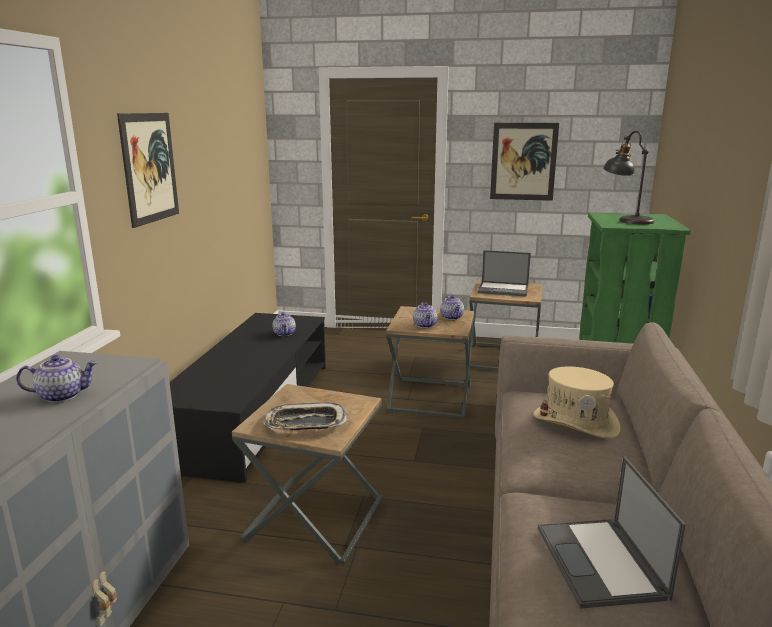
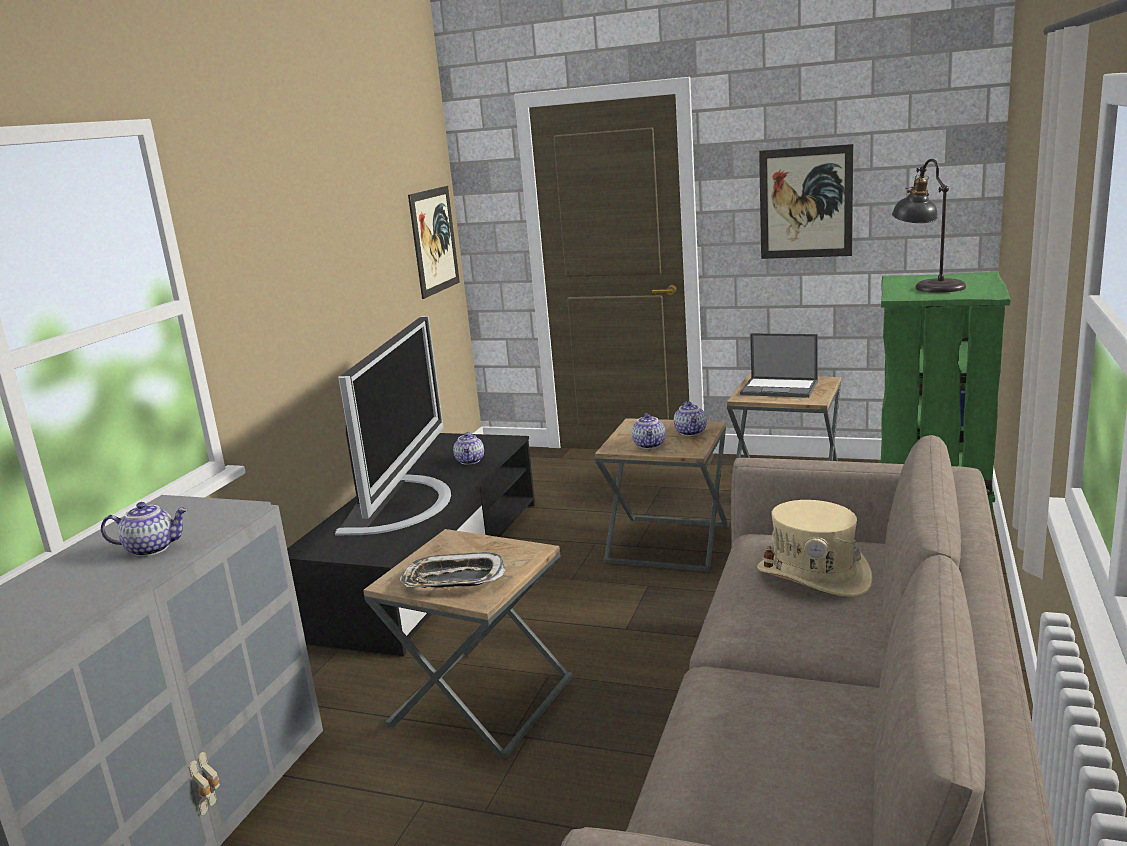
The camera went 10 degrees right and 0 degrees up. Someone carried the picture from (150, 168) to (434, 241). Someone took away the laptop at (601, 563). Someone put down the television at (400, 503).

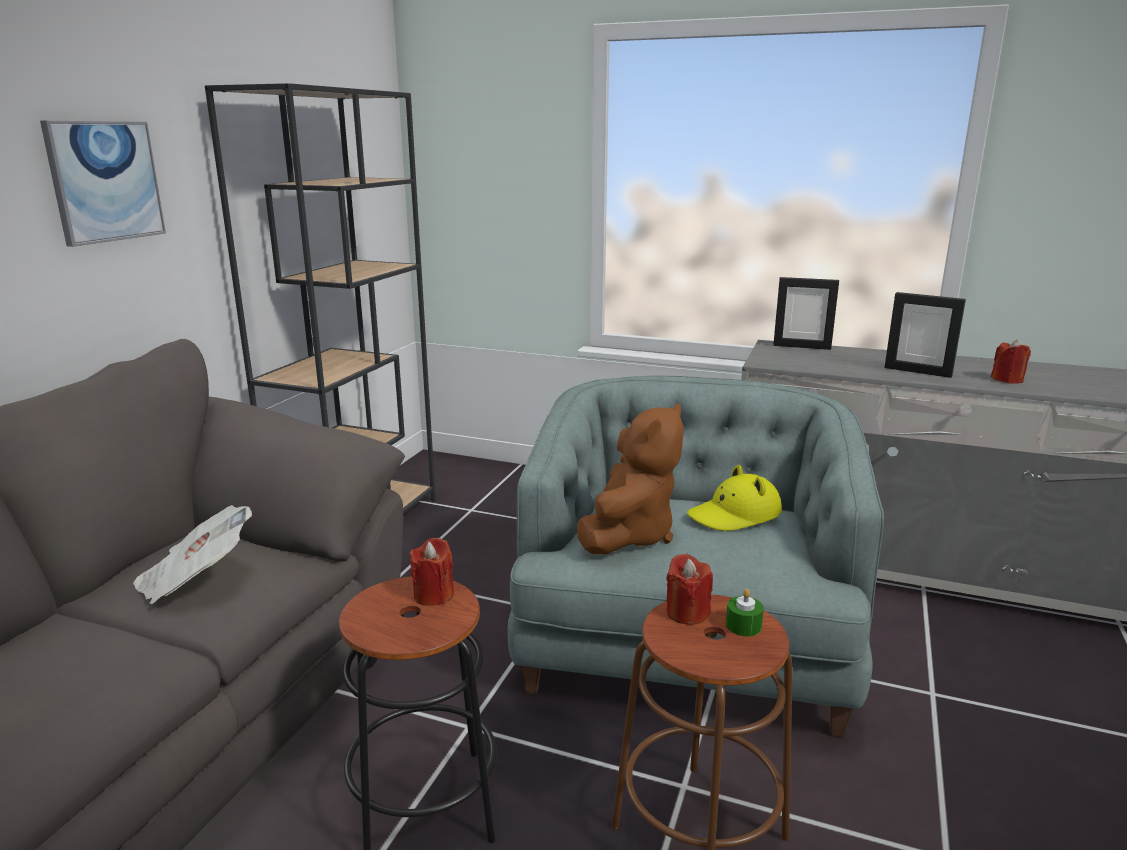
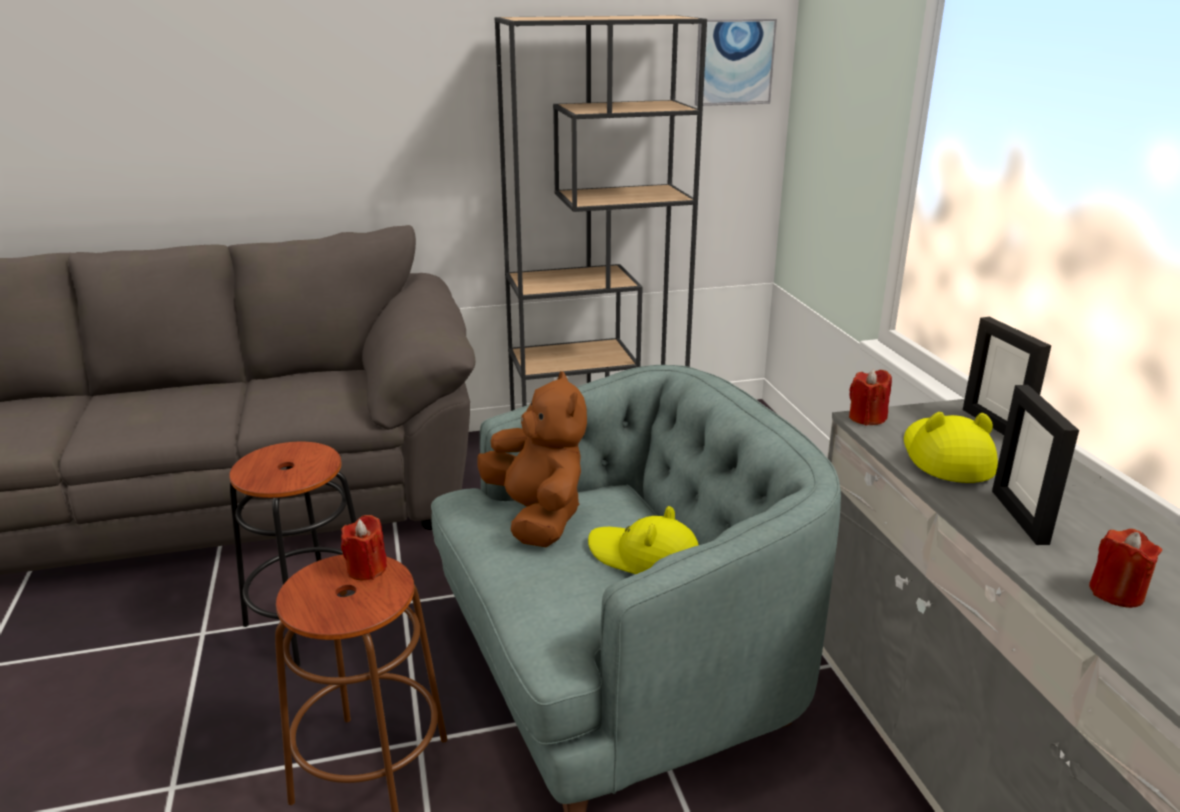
The camera went 55 degrees right and 5 degrees up. Someone carried the picture from (105, 181) to (734, 62). Someone rotated the plush toy in brown at (629, 535) by 105 degrees counterclockwise. Someone took away the newspaper at (196, 580). Someone carried the candle in red from (434, 595) to (867, 418). Someone took away the candle in green at (743, 625). Someone put down the hat in yellow at (945, 456).

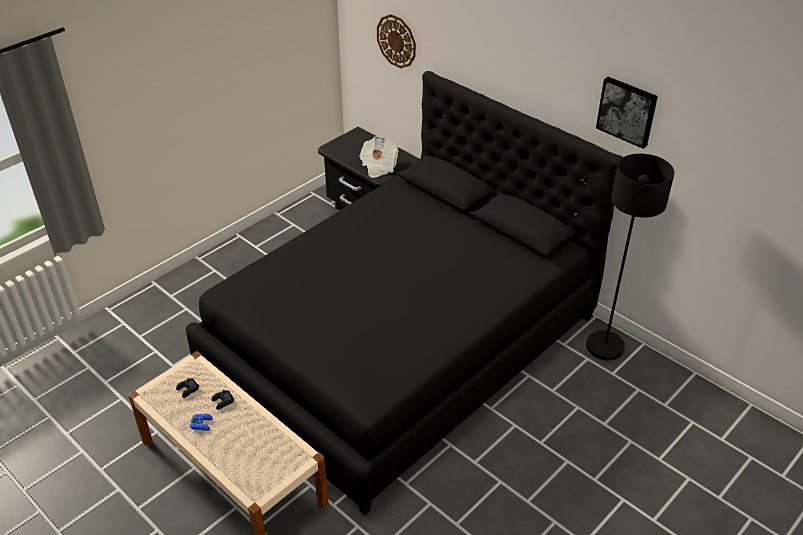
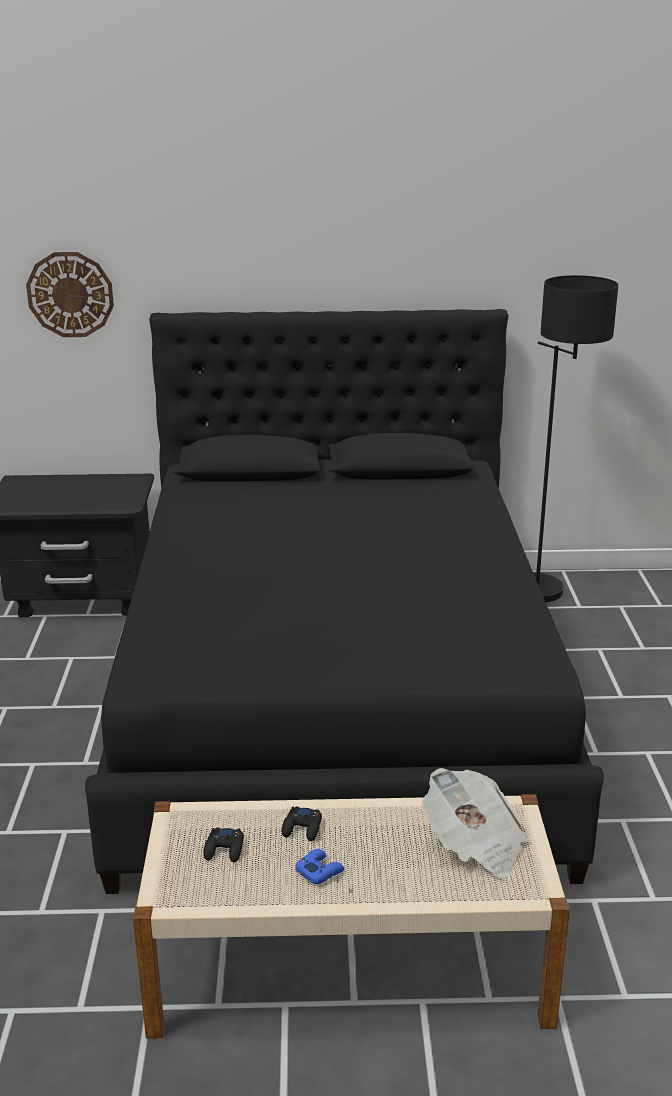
The camera went 45 degrees left and 15 degrees down. Someone took away the picture at (627, 111). Someone carried the newspaper from (378, 166) to (474, 844).

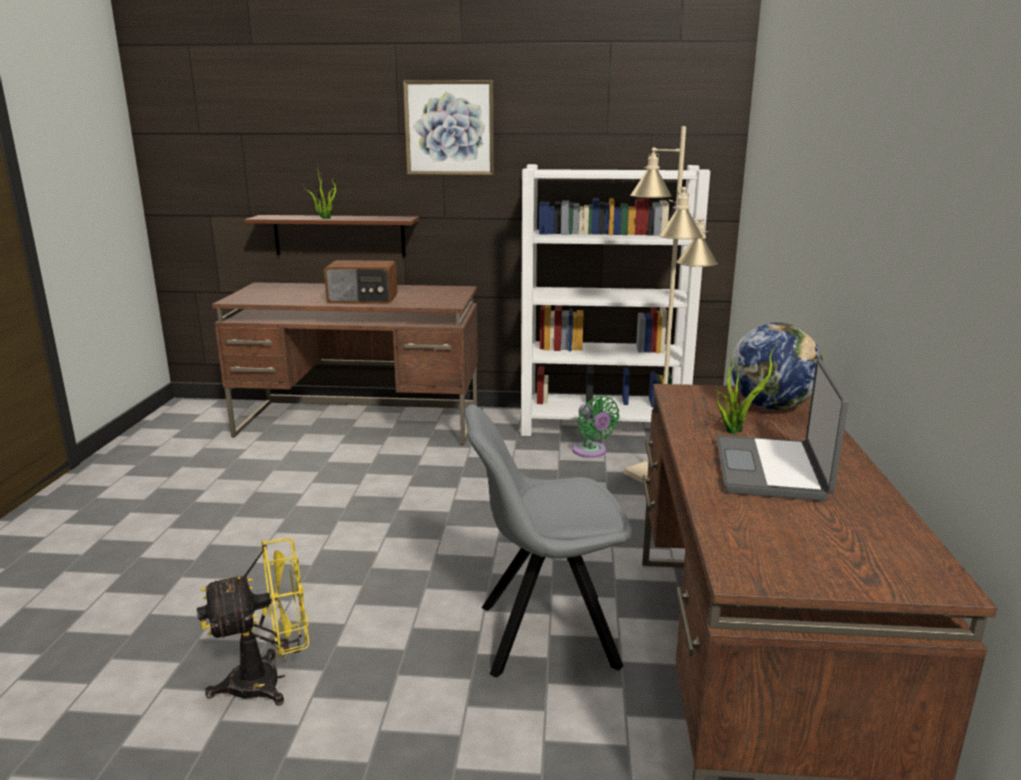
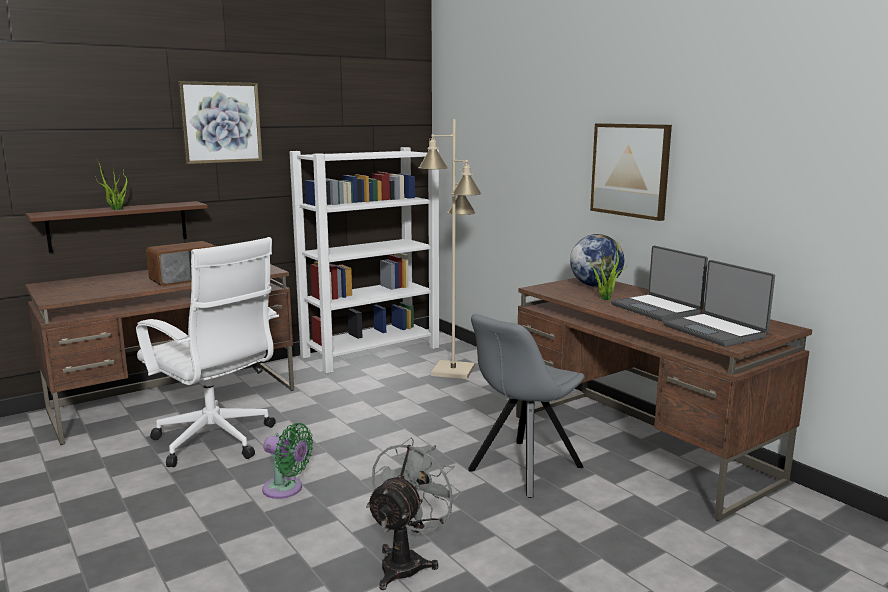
The camera went 40 degrees left and 5 degrees down. Someone carried the fan in green from (591, 452) to (286, 489). Someone repainted the fan in yellow at (269, 680), which became the fan in grey at (407, 562). Someone put up the picture at (630, 170). Someone put down the office chair in white at (217, 442). Someone put down the laptop at (715, 331).

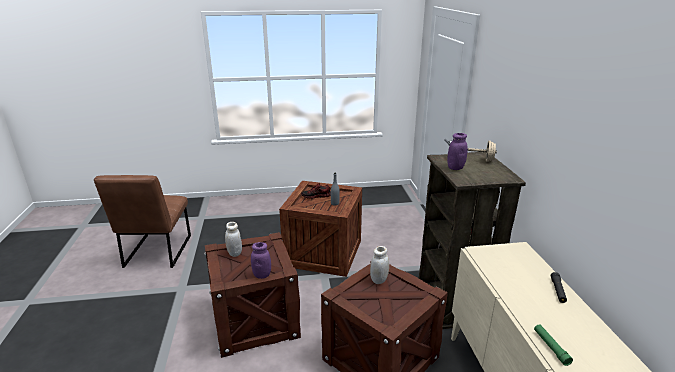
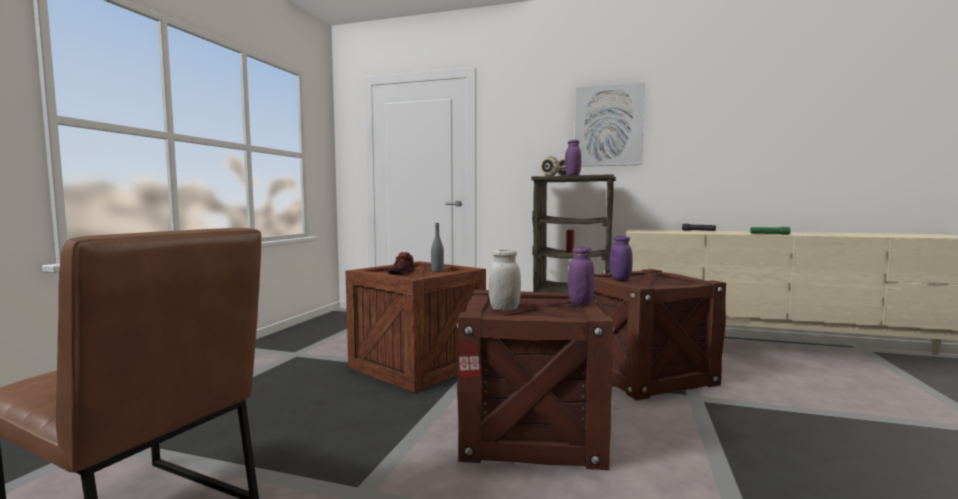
The camera went 65 degrees left and 20 degrees down. Someone repainted the jar in white at (379, 280), which became the jar in purple at (620, 278). Someone put up the picture at (608, 126).

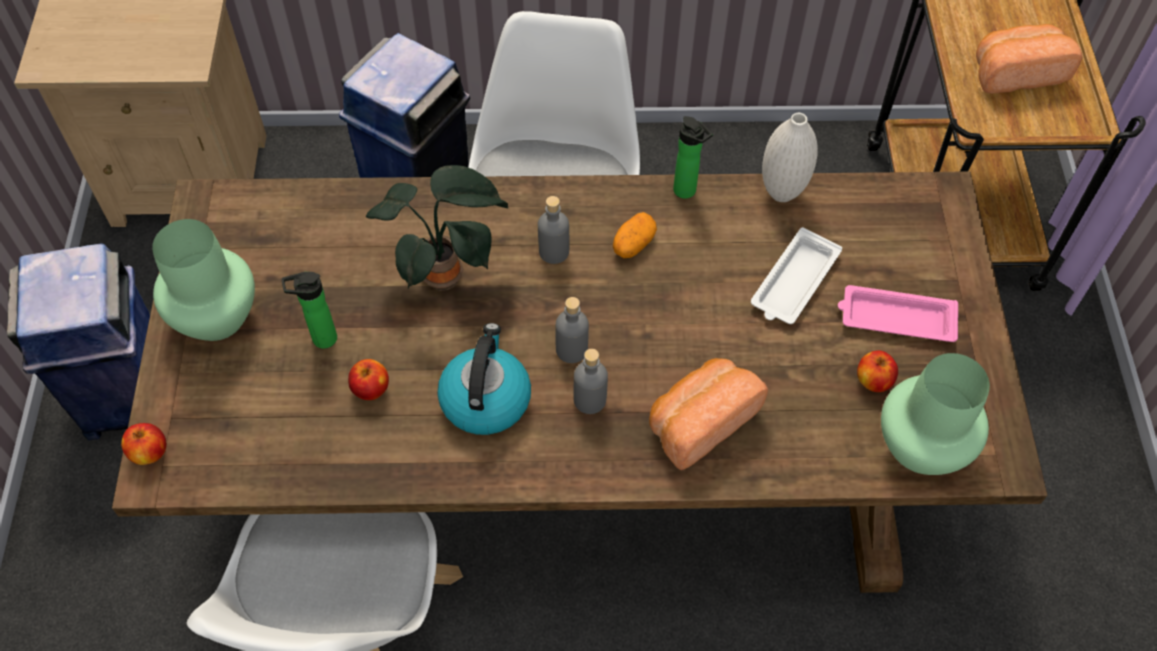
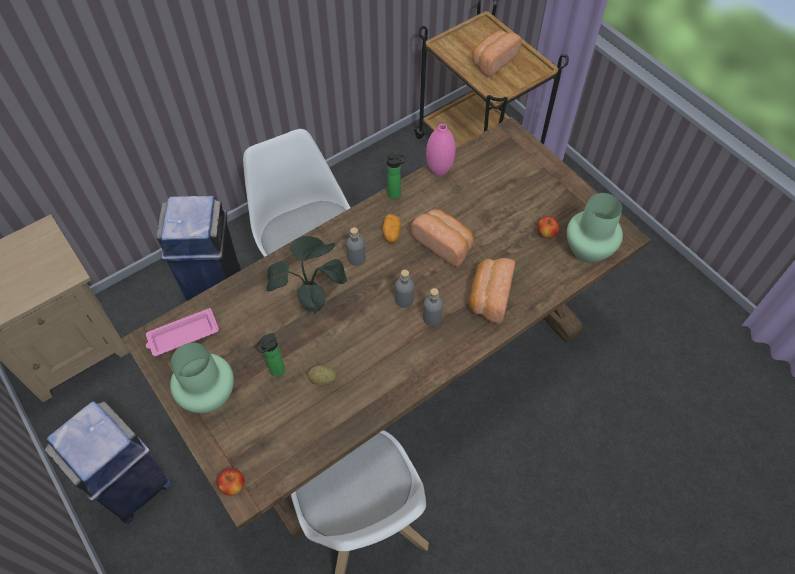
The camera went 35 degrees left and 0 degrees up. Someone repainted the vase in white at (781, 193), which became the vase in pink at (439, 170). Someone took away the tray in white at (794, 282). Someone carried the tray in pink from (895, 318) to (182, 335). Someone took away the kettle at (485, 398). Someone swapped the apple at (371, 389) for the potato at (323, 379). Someone put down the bread at (444, 243).

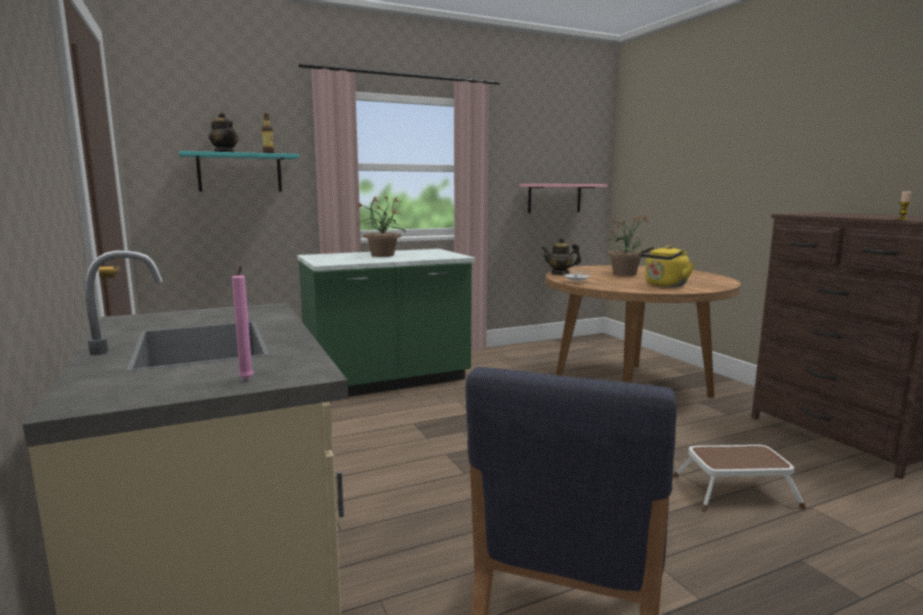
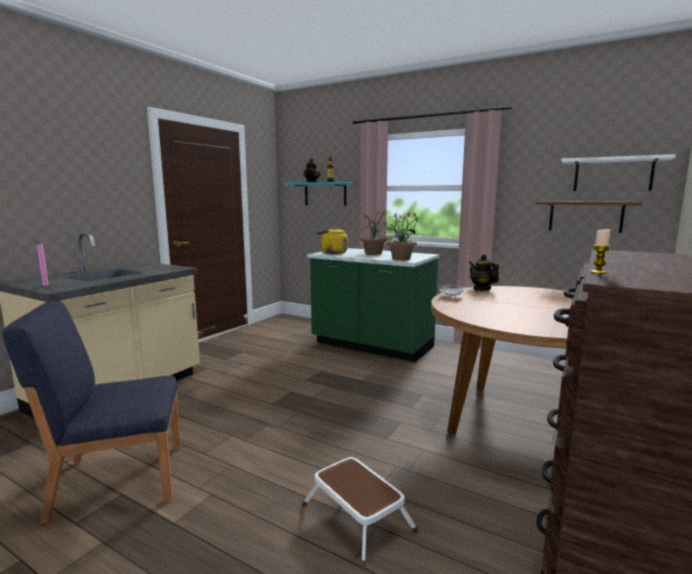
The camera went 55 degrees right and 0 degrees up. Someone repainted the shelf in pink at (554, 198), which became the shelf in brown at (585, 216). Someone carried the potted plant from (625, 274) to (401, 259). Someone carried the kettle in yellow from (664, 285) to (332, 253). Someone put up the shelf in white at (612, 174).

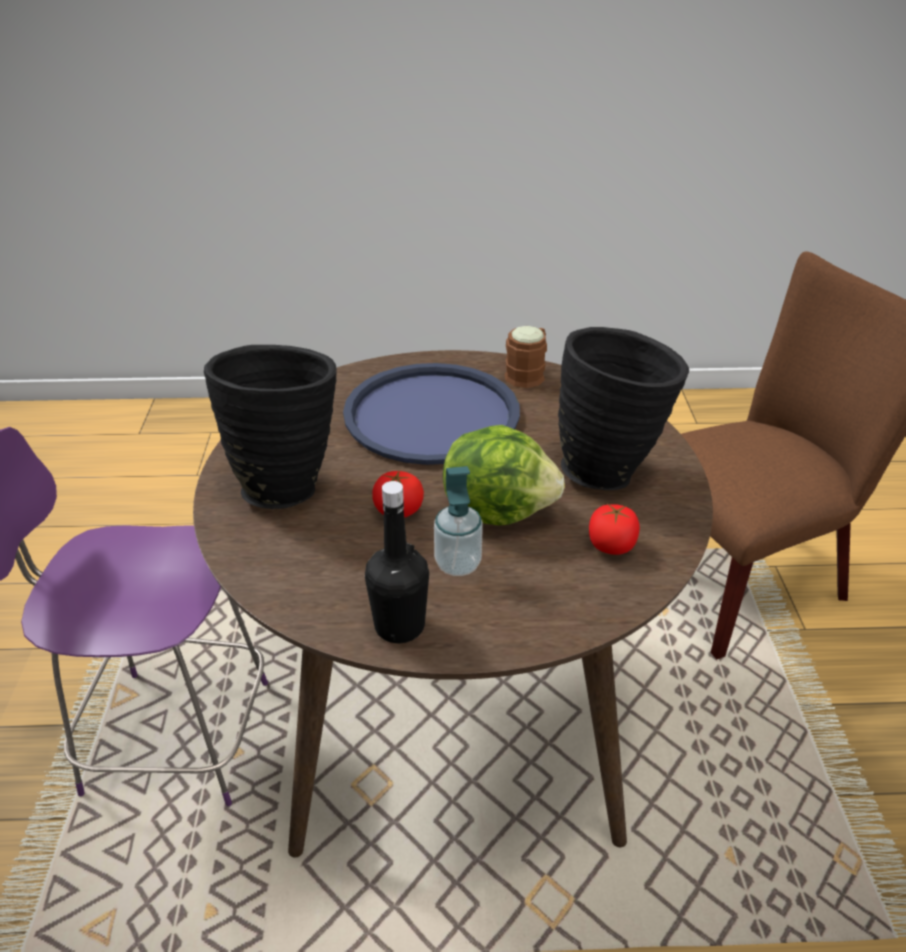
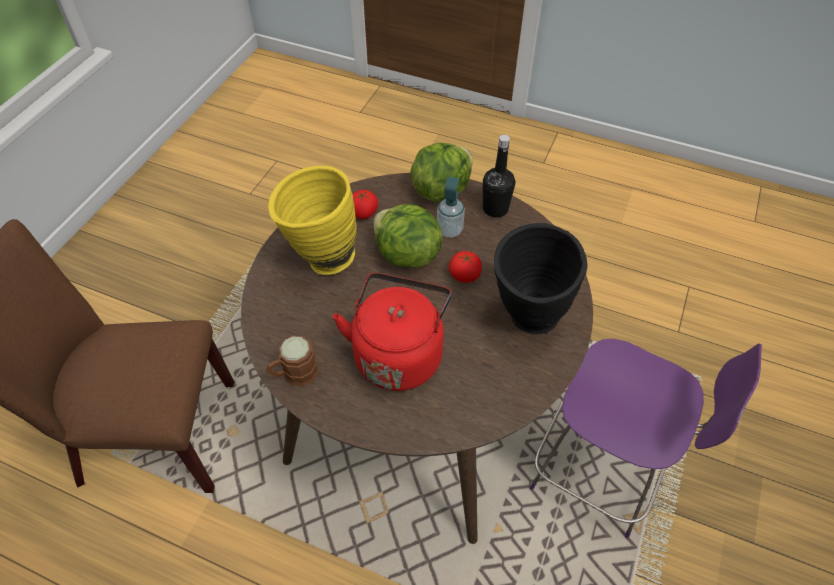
The camera went 155 degrees left and 15 degrees up. Someone repainted the vase in black at (610, 470), which became the vase in yellow at (320, 259). Someone swapped the tray in blue at (432, 415) for the kettle in red at (398, 353). Someone put down the lettuce at (440, 190).

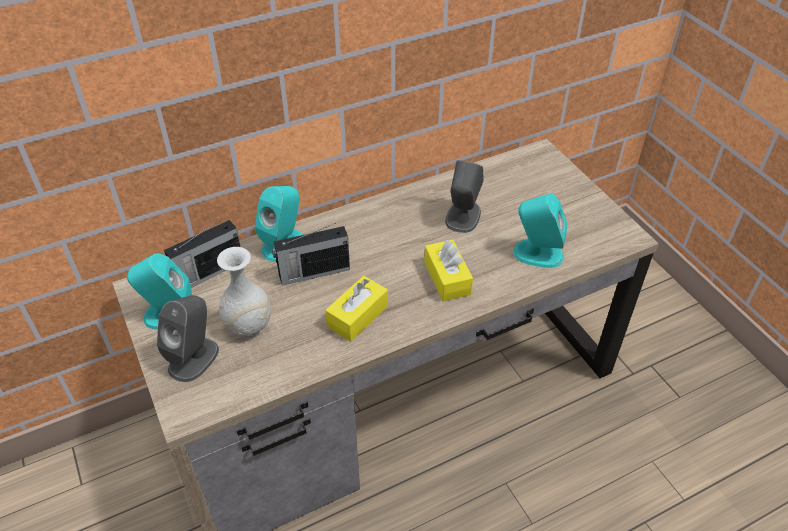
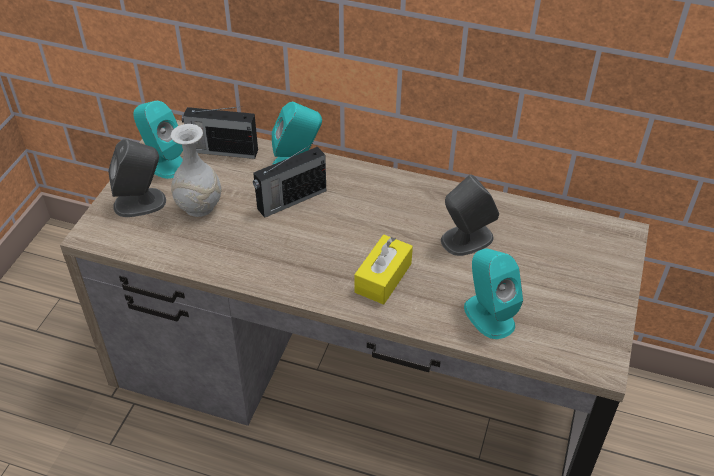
The camera went 45 degrees right and 0 degrees up. Someone rotated the radio at (313, 272) by 60 degrees counterclockwise. Someone took away the tissue box in yellow at (357, 316).

